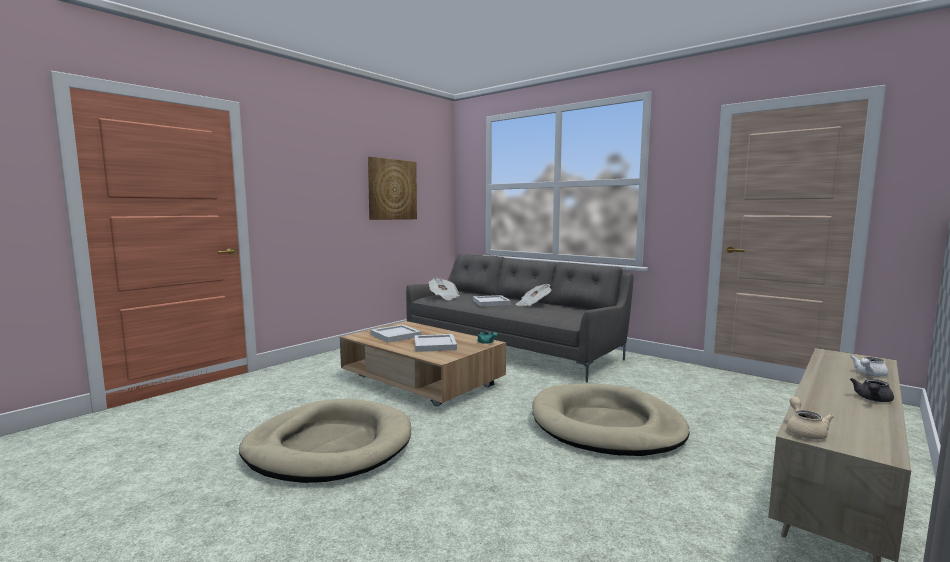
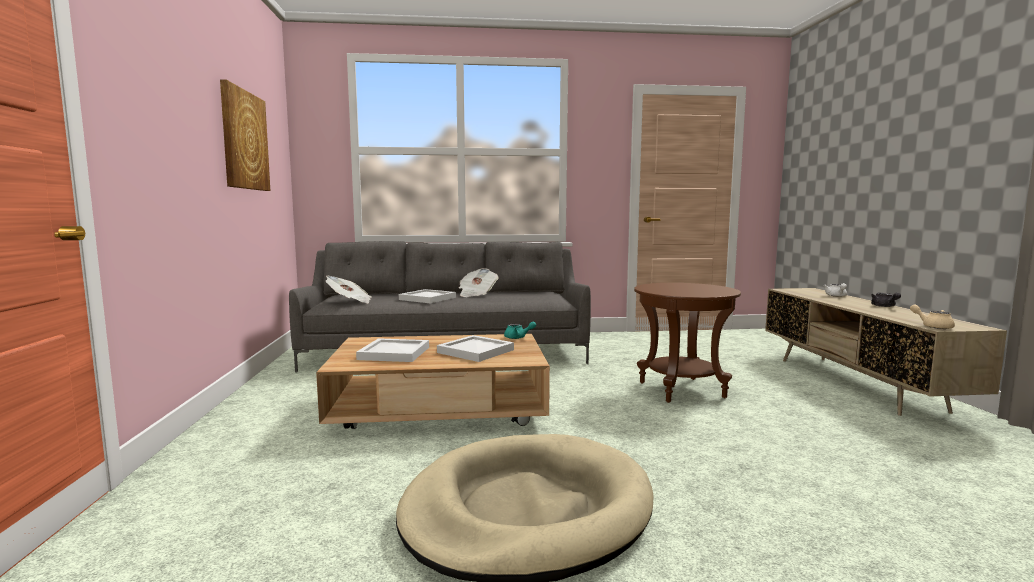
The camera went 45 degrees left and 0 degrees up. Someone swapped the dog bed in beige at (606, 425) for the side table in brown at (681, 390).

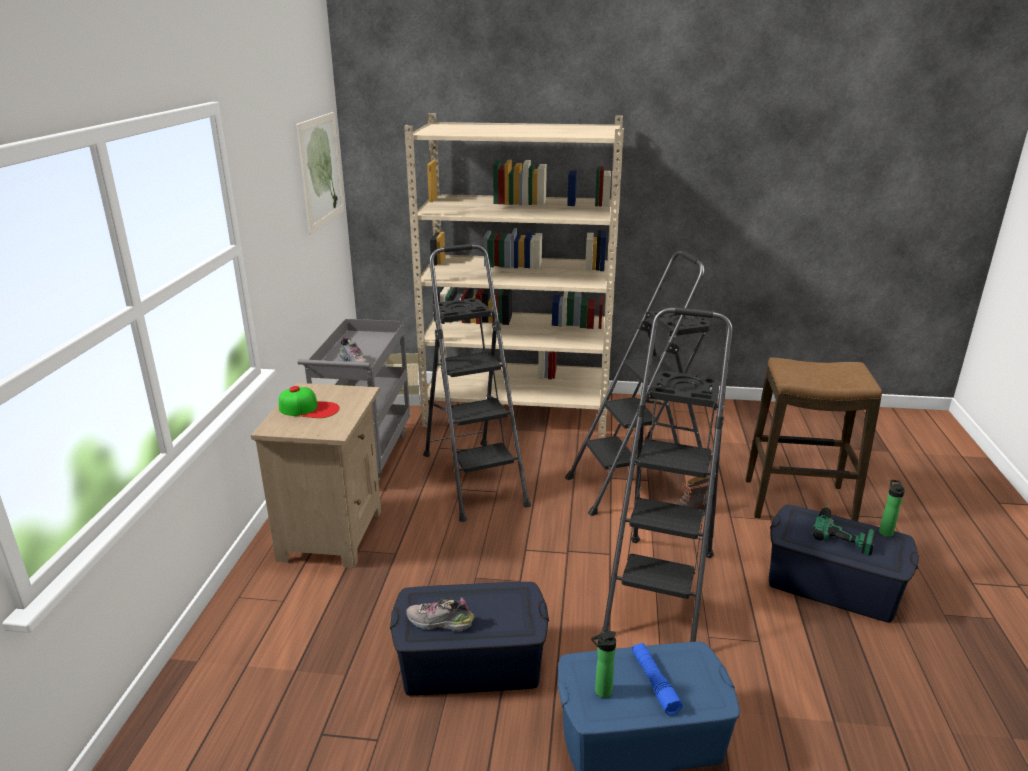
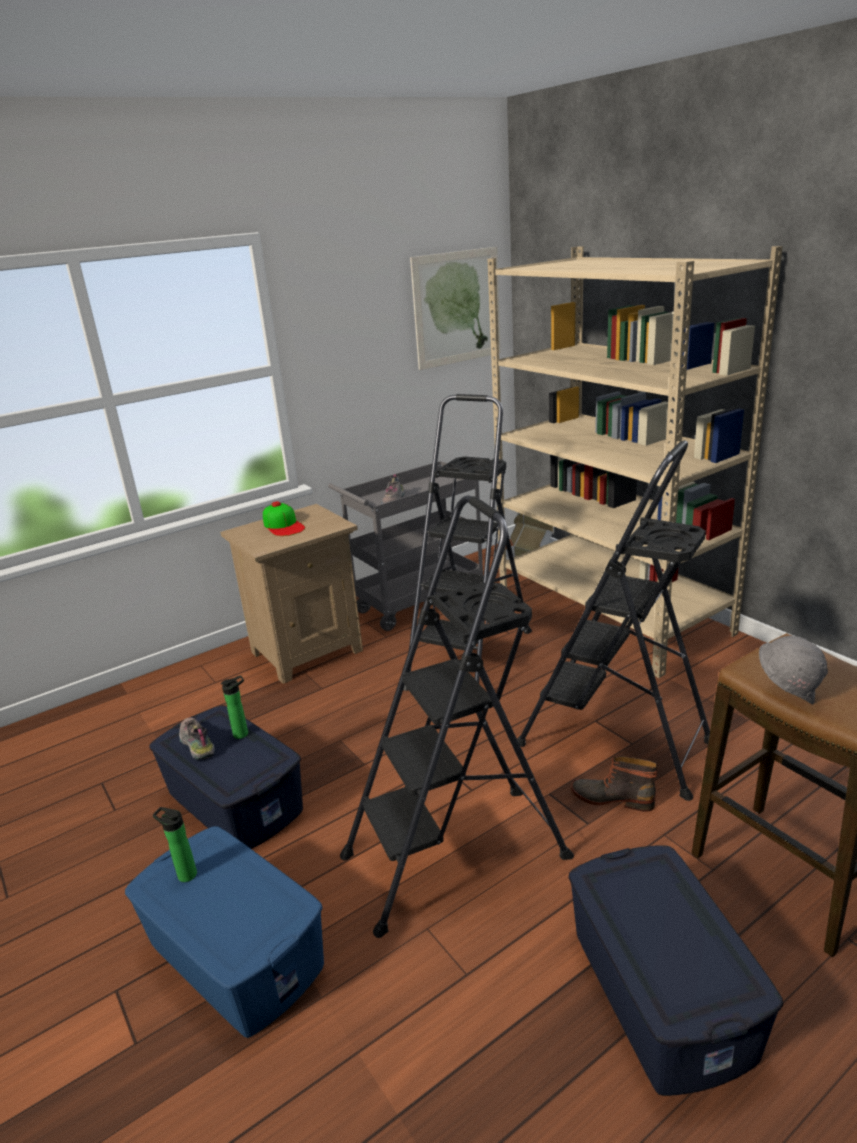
The camera went 50 degrees right and 0 degrees up. Someone carried the bottle from (885, 532) to (243, 733). Someone took away the power drill at (844, 530). Someone took away the flashlight in blue at (654, 683). Someone put down the hard hat in grey at (787, 695).

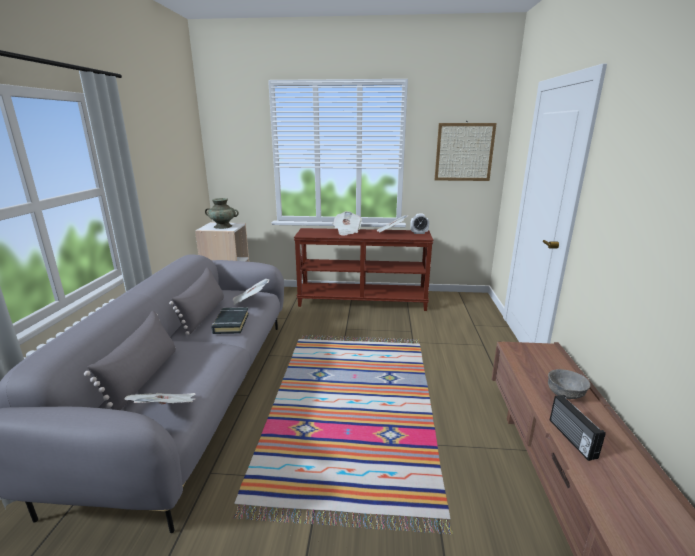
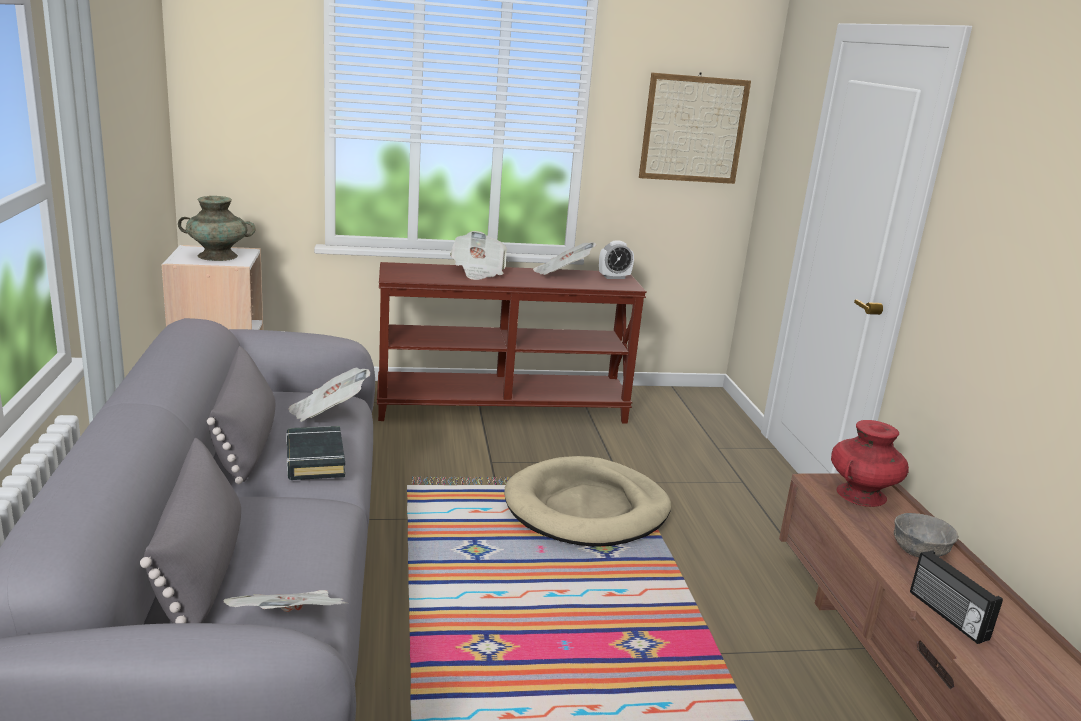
The camera went 15 degrees left and 0 degrees up. Someone put down the vase in red at (861, 495). Someone put down the dog bed in beige at (587, 508).

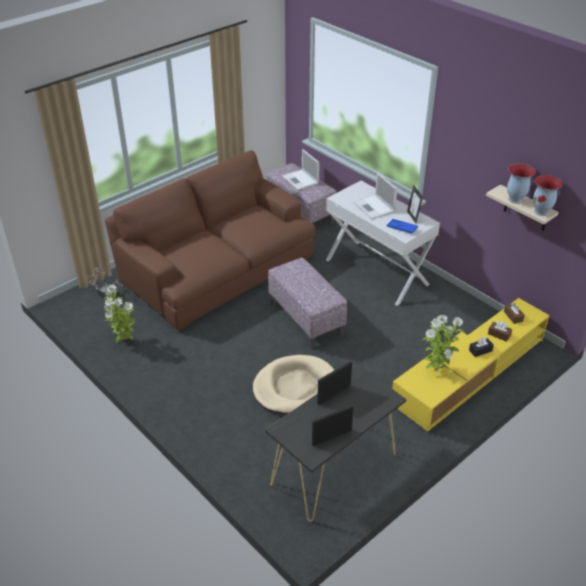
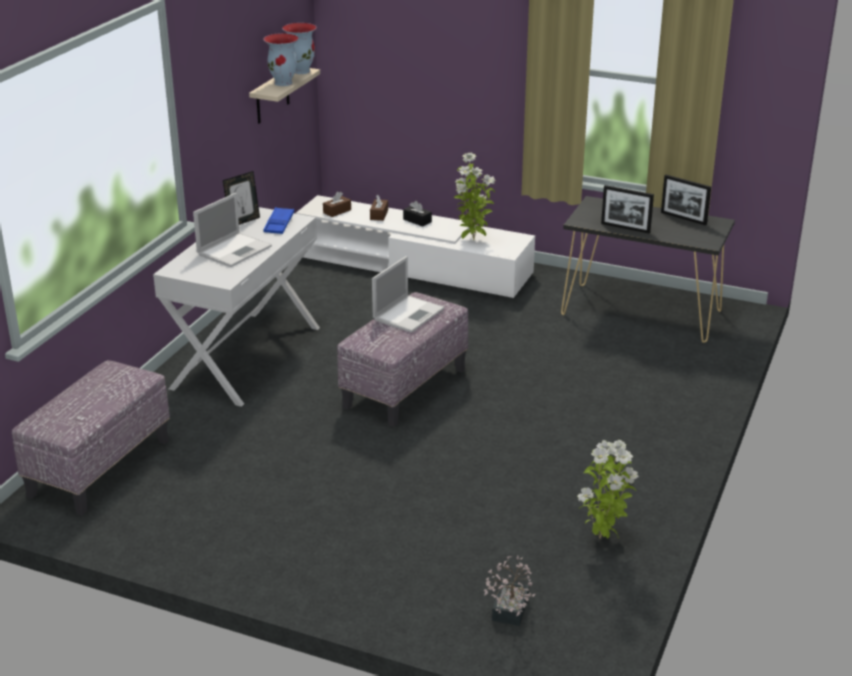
The camera went 115 degrees left and 10 degrees down. Someone carried the laptop from (301, 180) to (409, 313). Someone took away the sofa in brown at (216, 268). Someone repainted the tv stand in yellow at (469, 371), which became the tv stand in white at (411, 265). Someone took away the dog bed in beige at (295, 388).

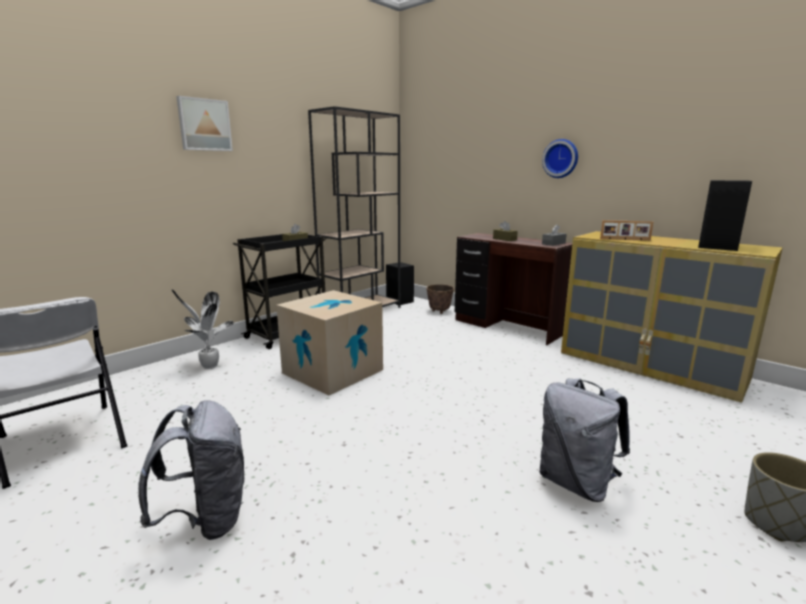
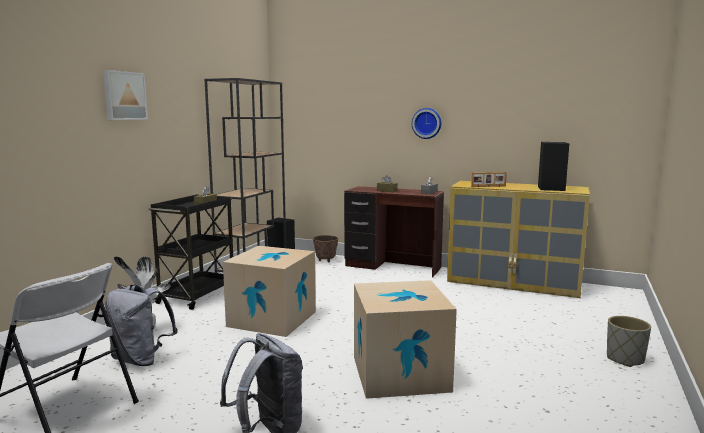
The camera went 20 degrees left and 5 degrees down. Someone carried the backpack in grey from (576, 483) to (141, 359). Someone put down the cardboard box at (400, 373).

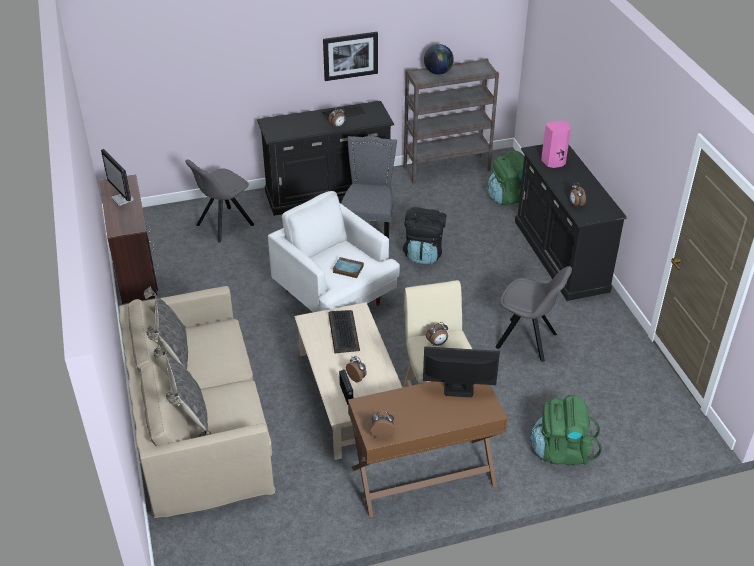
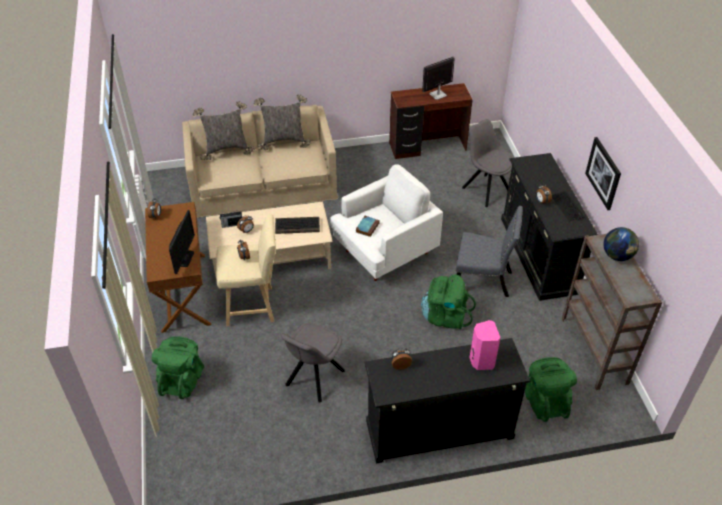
The camera went 95 degrees right and 5 degrees up. Someone repainted the backpack in black at (423, 253), which became the backpack in green at (445, 316).

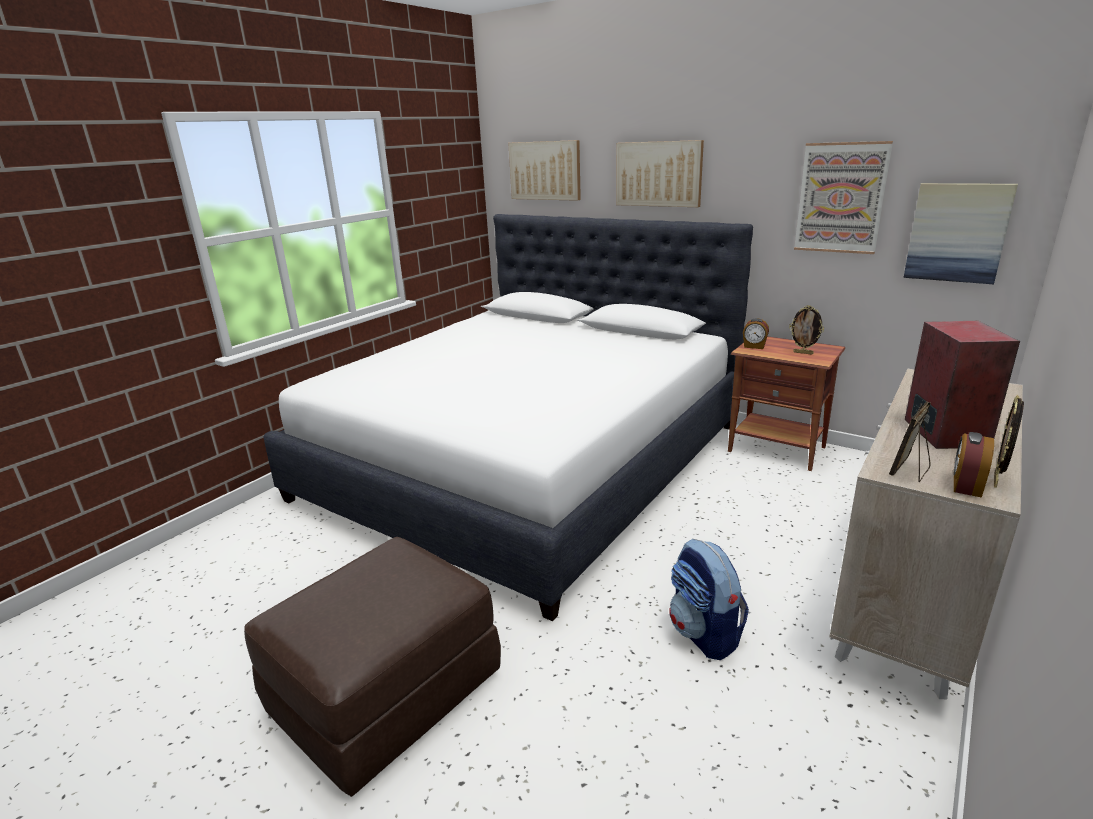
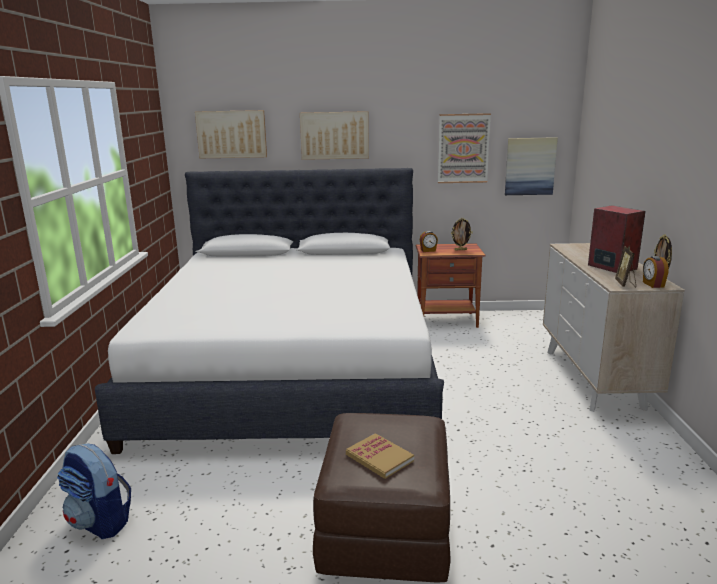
The camera went 35 degrees left and 5 degrees down. Someone carried the backpack from (704, 634) to (100, 522). Someone put down the book at (379, 458).

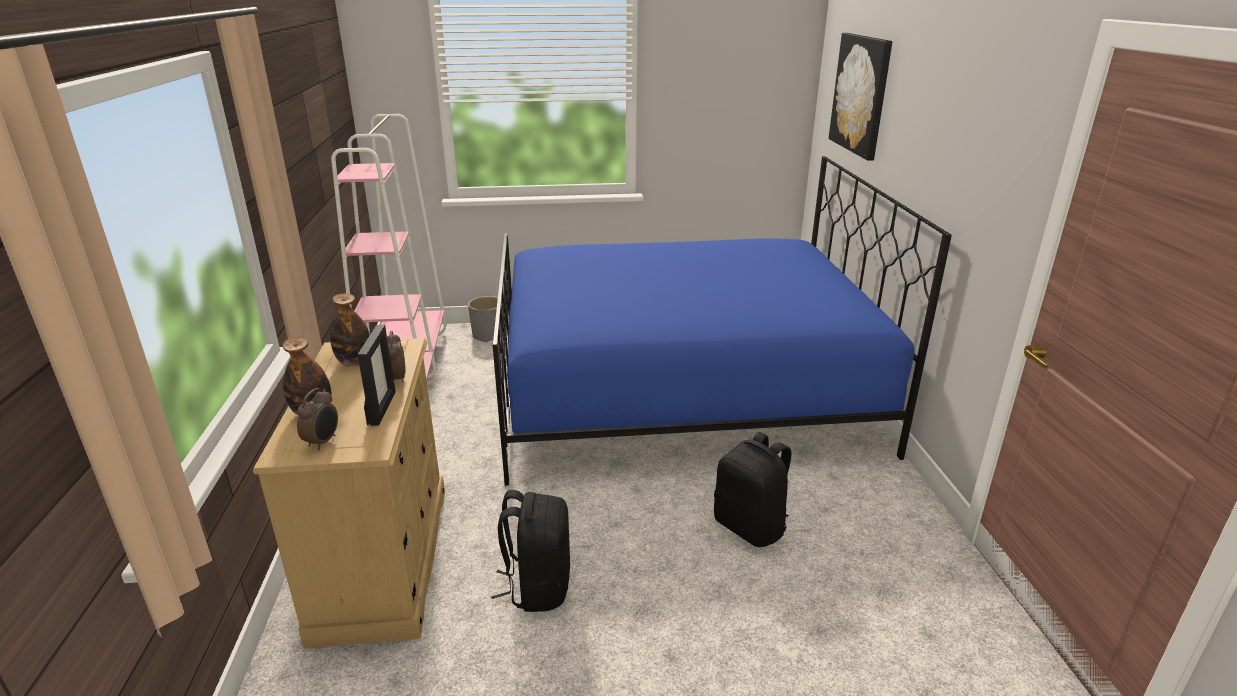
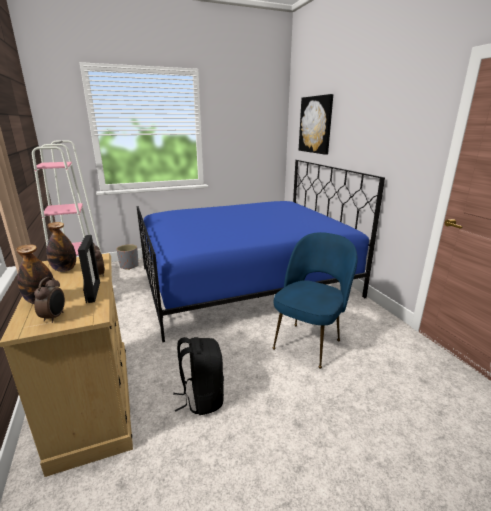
The camera went 15 degrees left and 5 degrees down. Someone swapped the backpack in black at (751, 527) for the chair in blue at (309, 342).

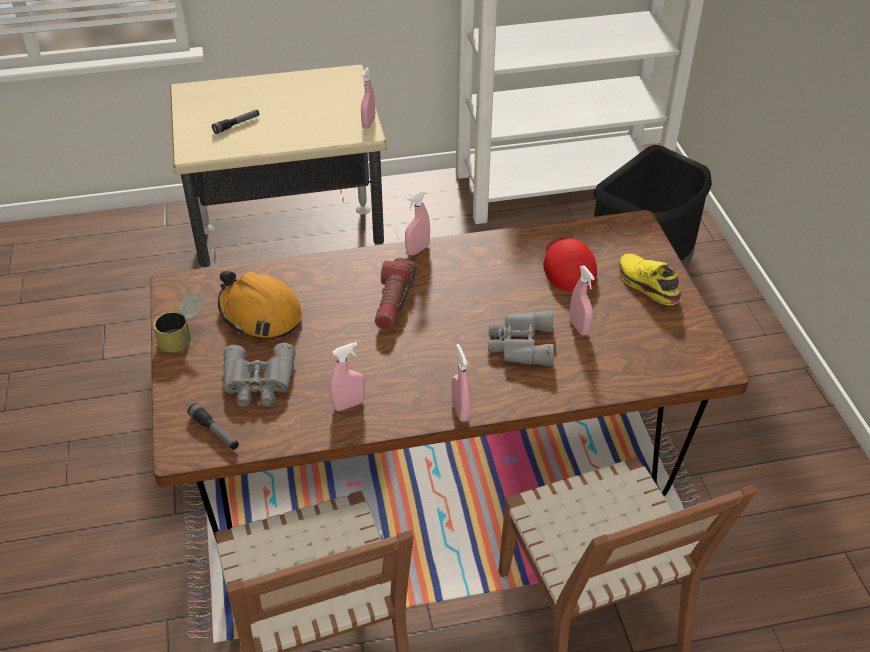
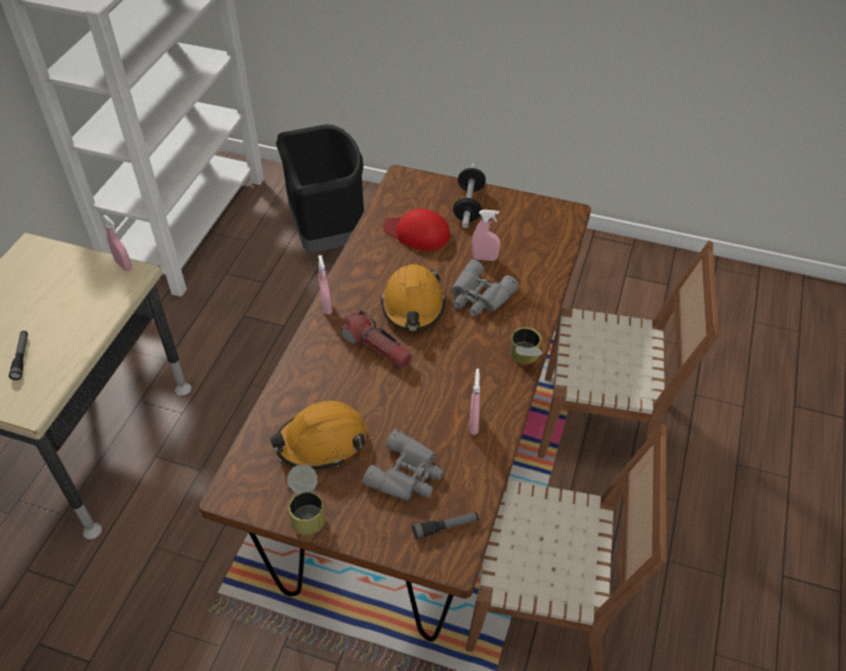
The camera went 60 degrees left and 5 degrees up. Someone swapped the shoe in yellow at (646, 285) for the dumbbell at (469, 205). Someone swapped the spray bottle in pink at (460, 411) for the can at (524, 360). Someone put down the hard hat in orange at (413, 306).

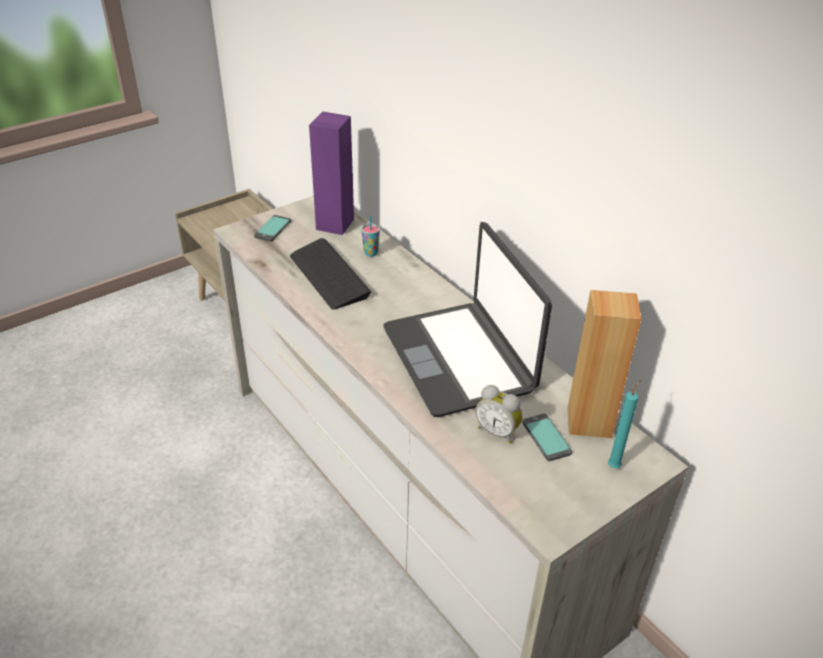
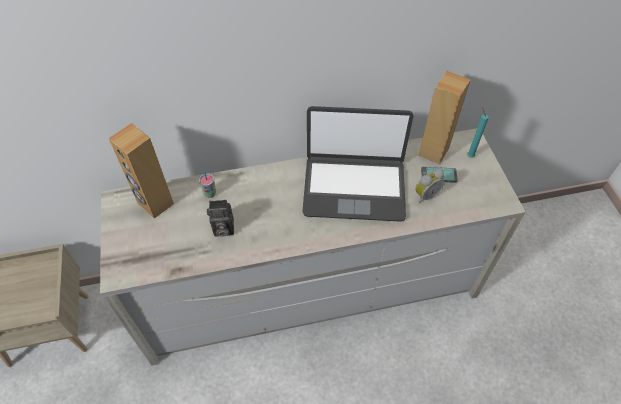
The camera went 65 degrees left and 15 degrees up. Someone repainted the speaker in purple at (334, 224), which became the speaker in brown at (155, 204). Someone took away the phone at (273, 229). Someone swapped the keyboard at (329, 275) for the photo camera at (222, 229).

